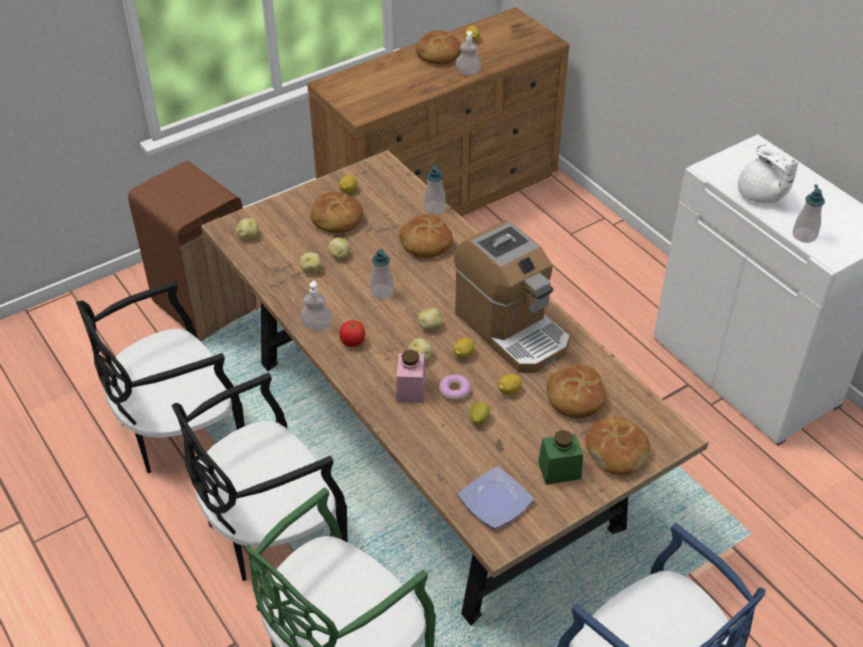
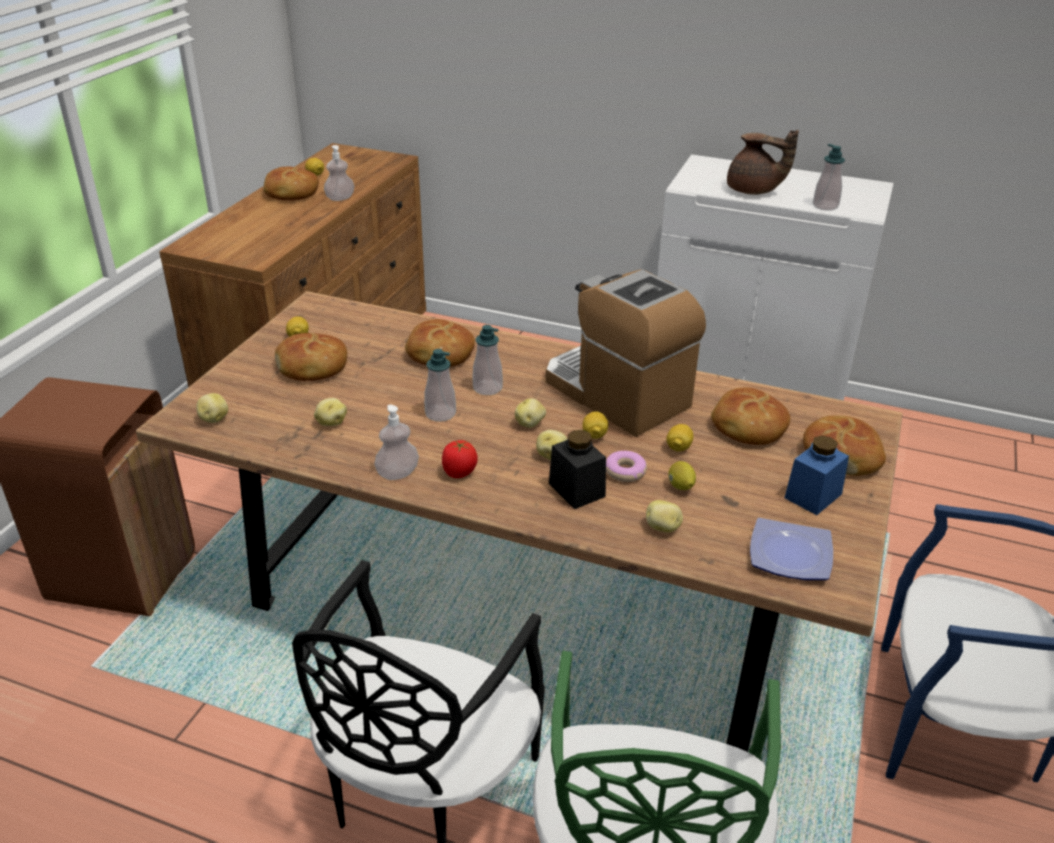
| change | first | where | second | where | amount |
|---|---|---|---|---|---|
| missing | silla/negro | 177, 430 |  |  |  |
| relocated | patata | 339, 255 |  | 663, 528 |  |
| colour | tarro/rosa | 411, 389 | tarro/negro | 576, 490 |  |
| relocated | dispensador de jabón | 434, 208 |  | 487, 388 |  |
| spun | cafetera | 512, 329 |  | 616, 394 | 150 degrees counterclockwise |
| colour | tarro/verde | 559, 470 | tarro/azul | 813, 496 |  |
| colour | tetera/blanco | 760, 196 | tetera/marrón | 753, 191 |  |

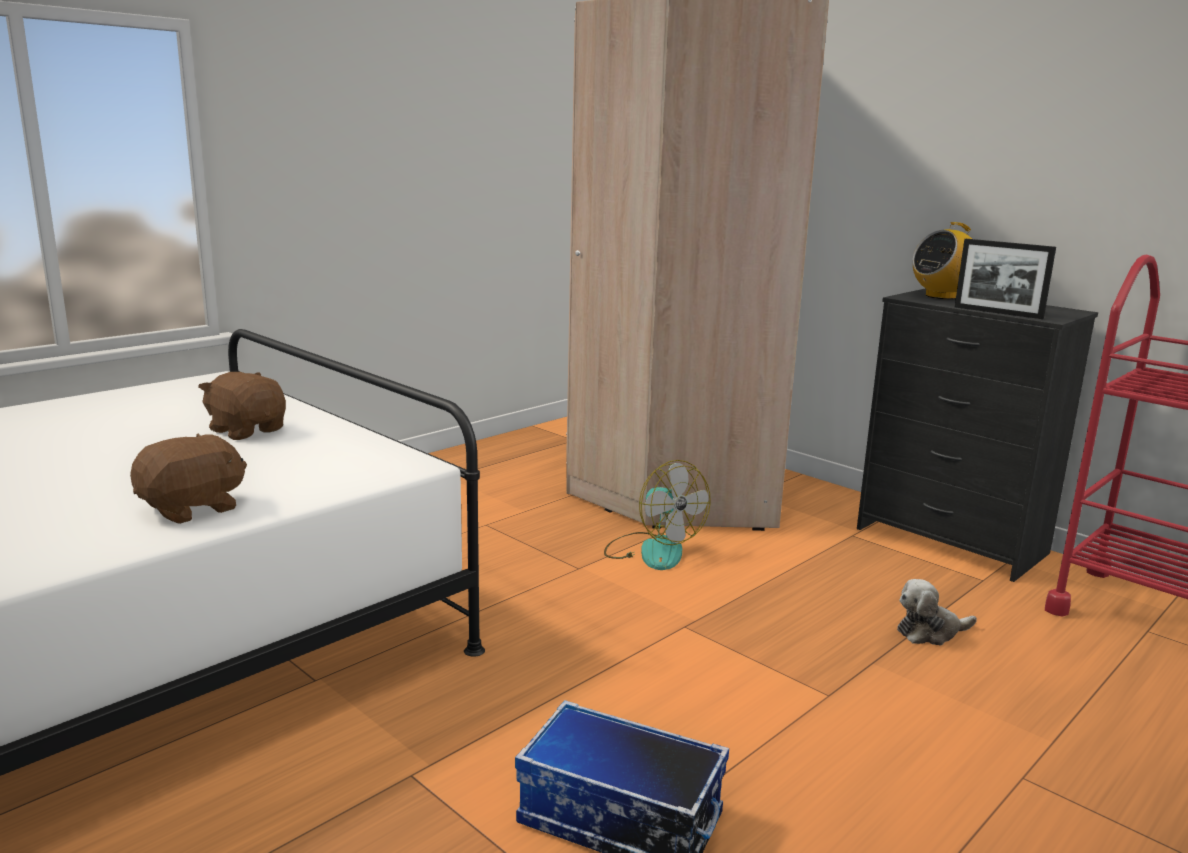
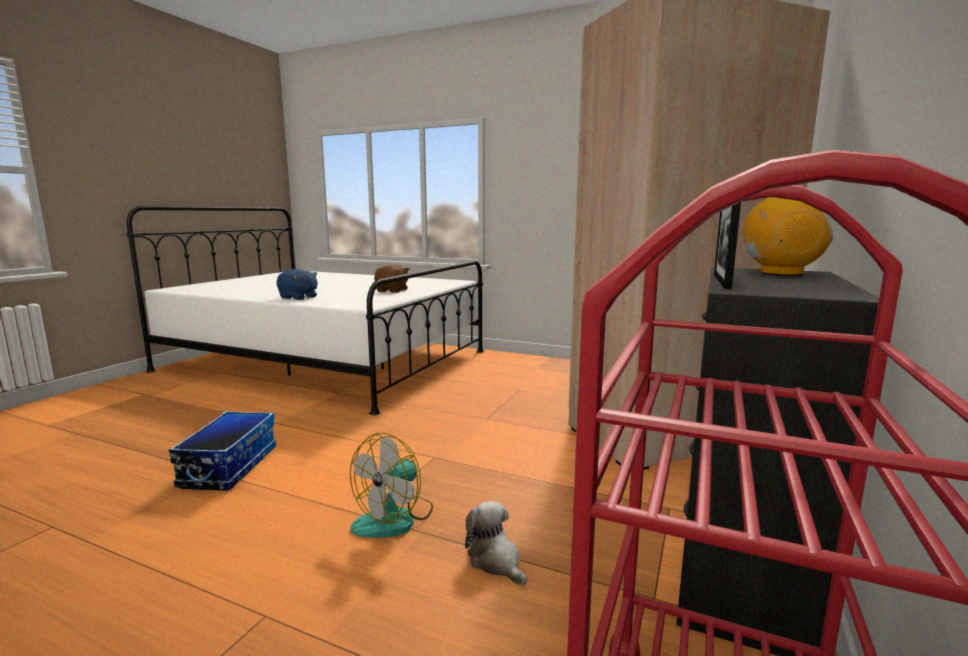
| change | first | where | second | where | amount |
|---|---|---|---|---|---|
| colour | peluche/marrón | 193, 509 | peluche/azul | 298, 297 |  |
| relocated | ventilador | 652, 550 |  | 394, 518 |  |
| spun | radio | 941, 296 |  | 780, 273 | 150 degrees clockwise |

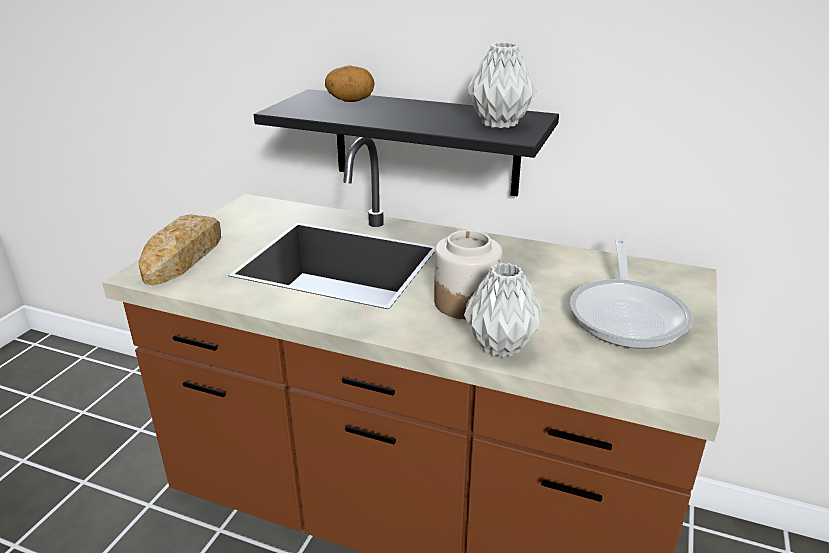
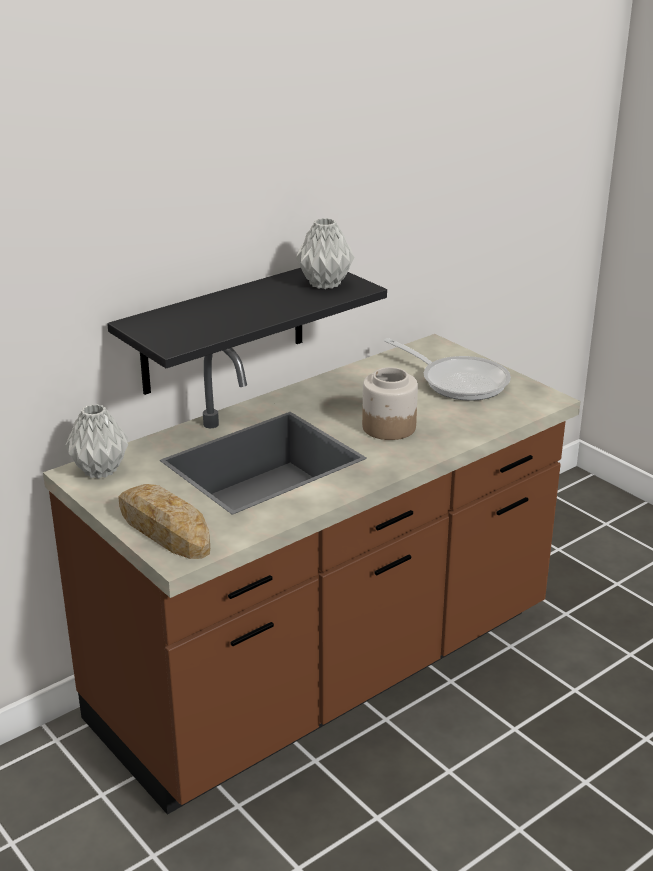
| change | first | where | second | where | amount |
|---|---|---|---|---|---|
| missing | patata | 350, 101 |  |  |  |
| relocated | florero/gris | 499, 346 |  | 100, 471 |  |

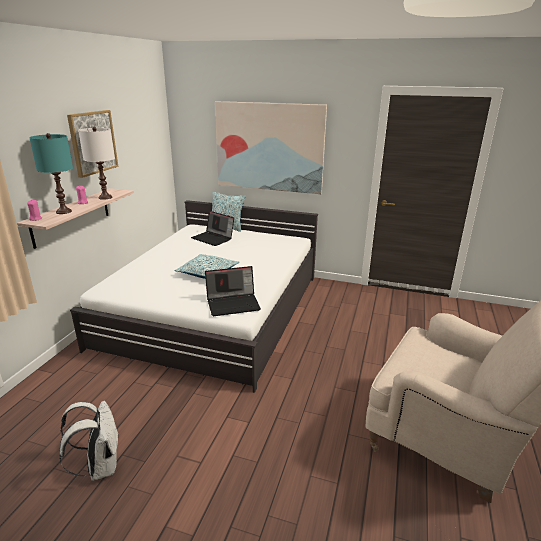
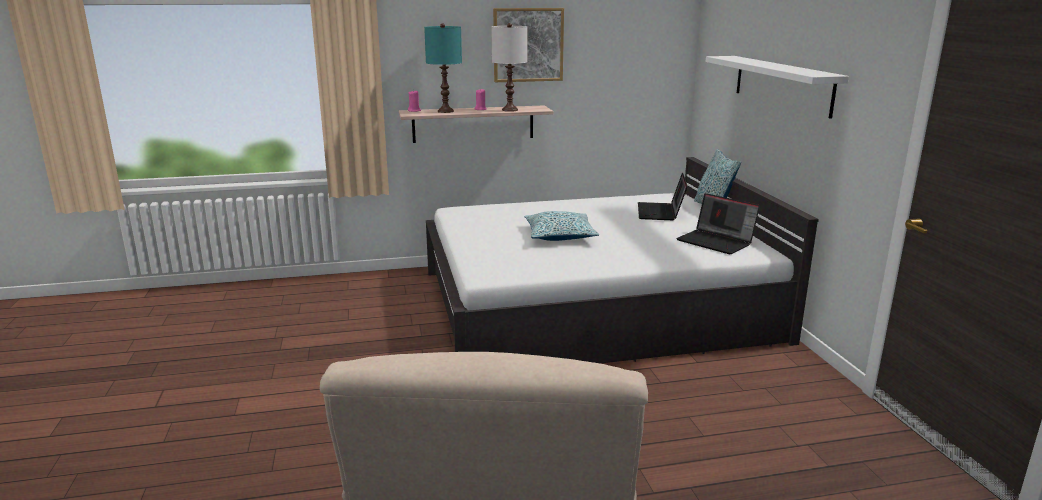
| change | first | where | second | where | amount |
|---|---|---|---|---|---|
| missing | mochila/blanco | 100, 466 |  |  |  |
| relocated | portátil | 233, 304 |  | 716, 242 |  |
| exchanged | cuadro | 269, 147 | estante/blanco | 782, 84 |  |

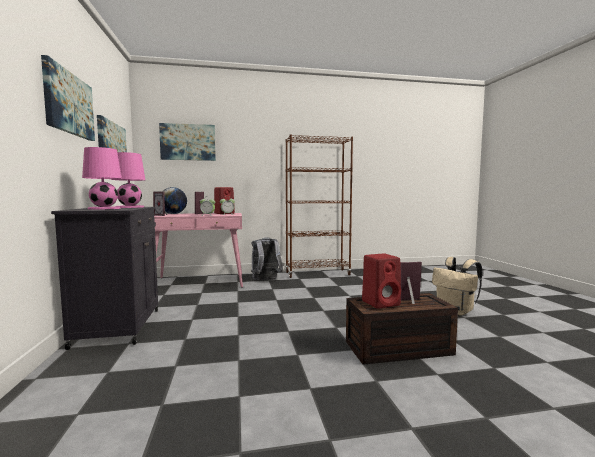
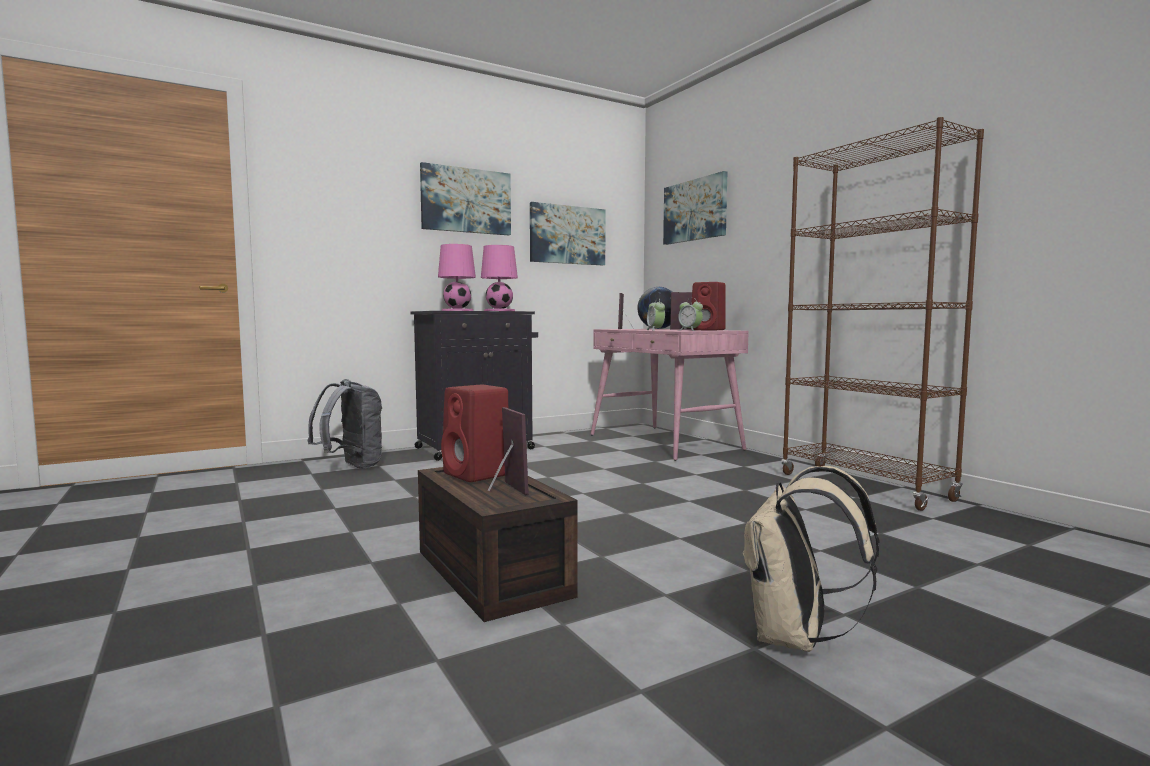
| change | first | where | second | where | amount |
|---|---|---|---|---|---|
| relocated | mochila/gris | 266, 280 |  | 351, 467 |  |

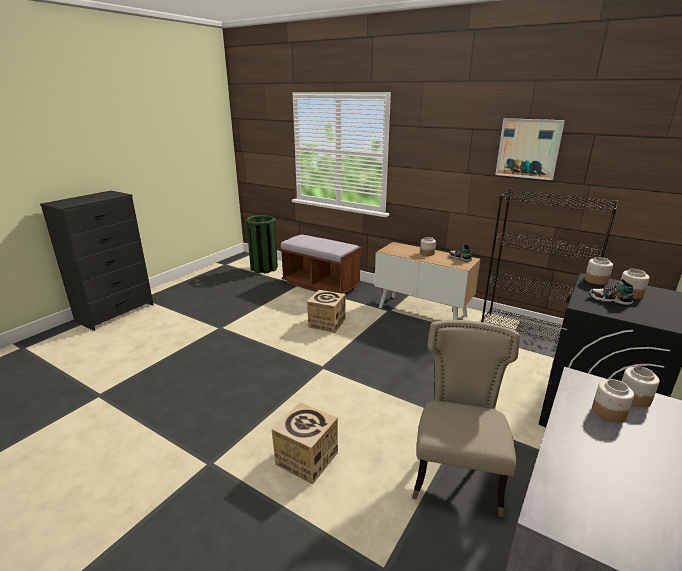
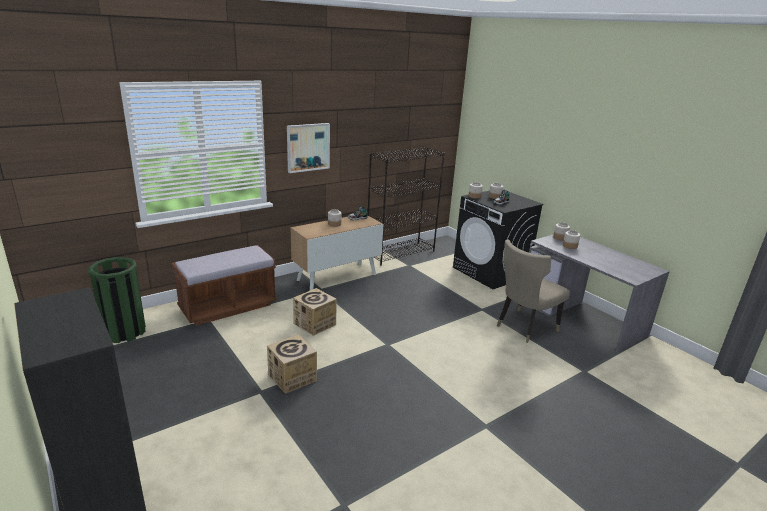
| change | first | where | second | where | amount |
|---|---|---|---|---|---|
| relocated | caja de cartón | 306, 458 |  | 292, 378 |  |
| spun | silla/beis | 457, 474 |  | 523, 327 | 75 degrees counterclockwise |
| relocated | cuadro | 528, 148 |  | 308, 147 |  |

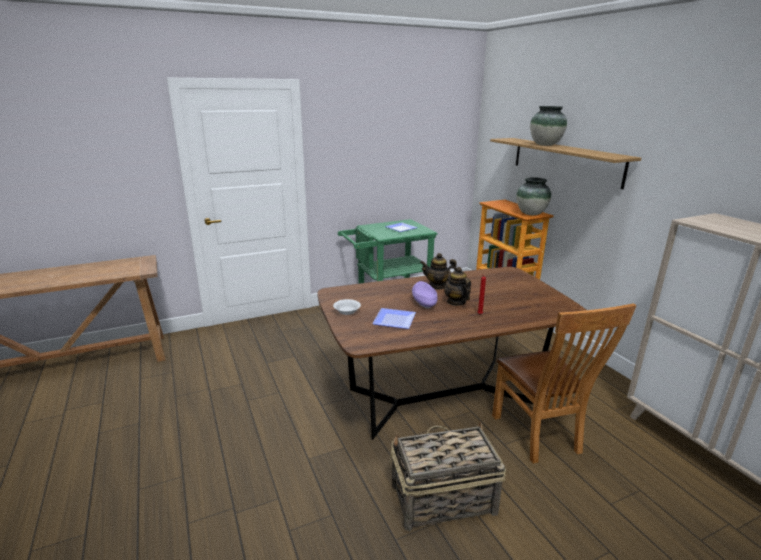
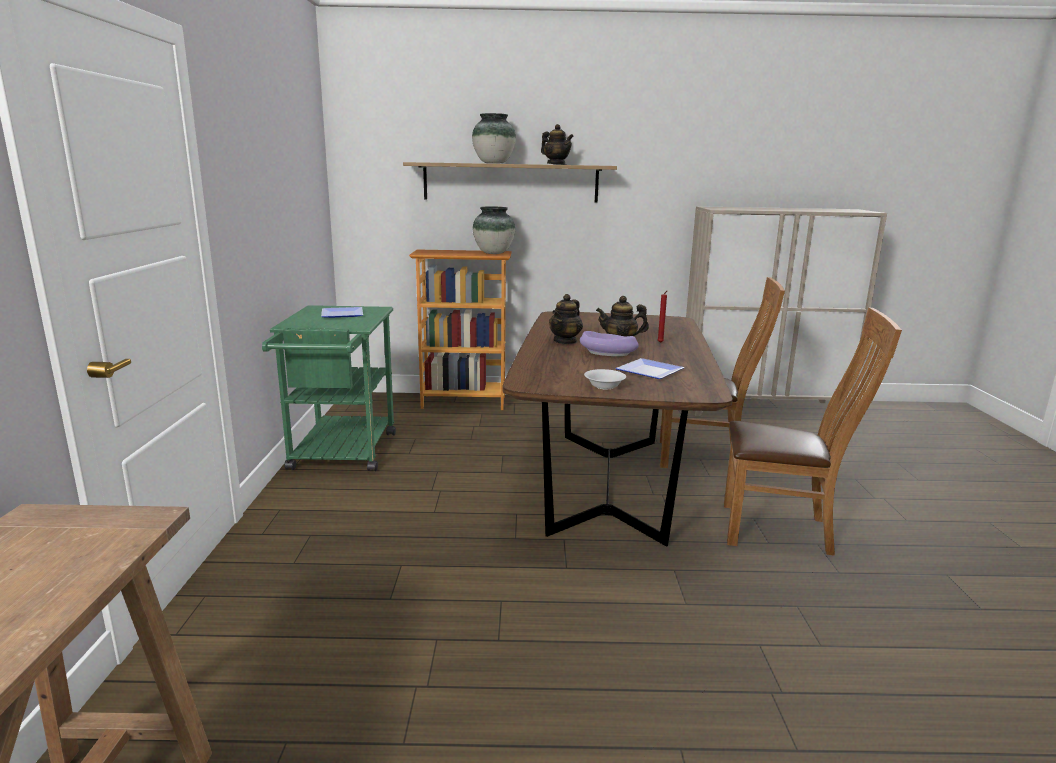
| change | first | where | second | where | amount |
|---|---|---|---|---|---|
| exchanged | cesta | 442, 499 | silla/marrón | 783, 530 |  |
| appeared |  |  | tetera | 556, 164 |  |

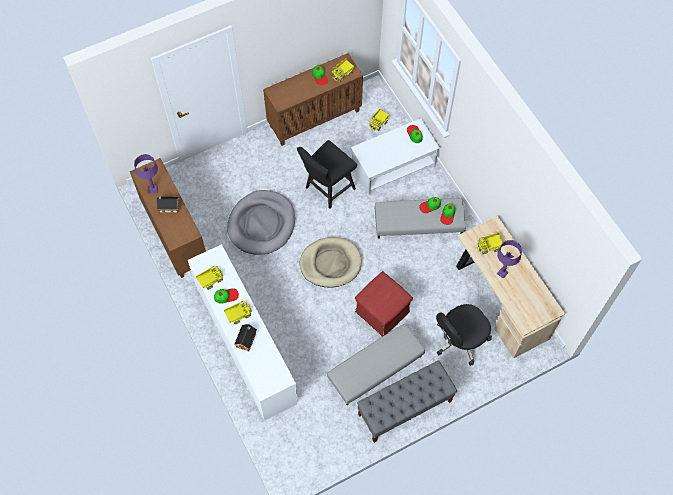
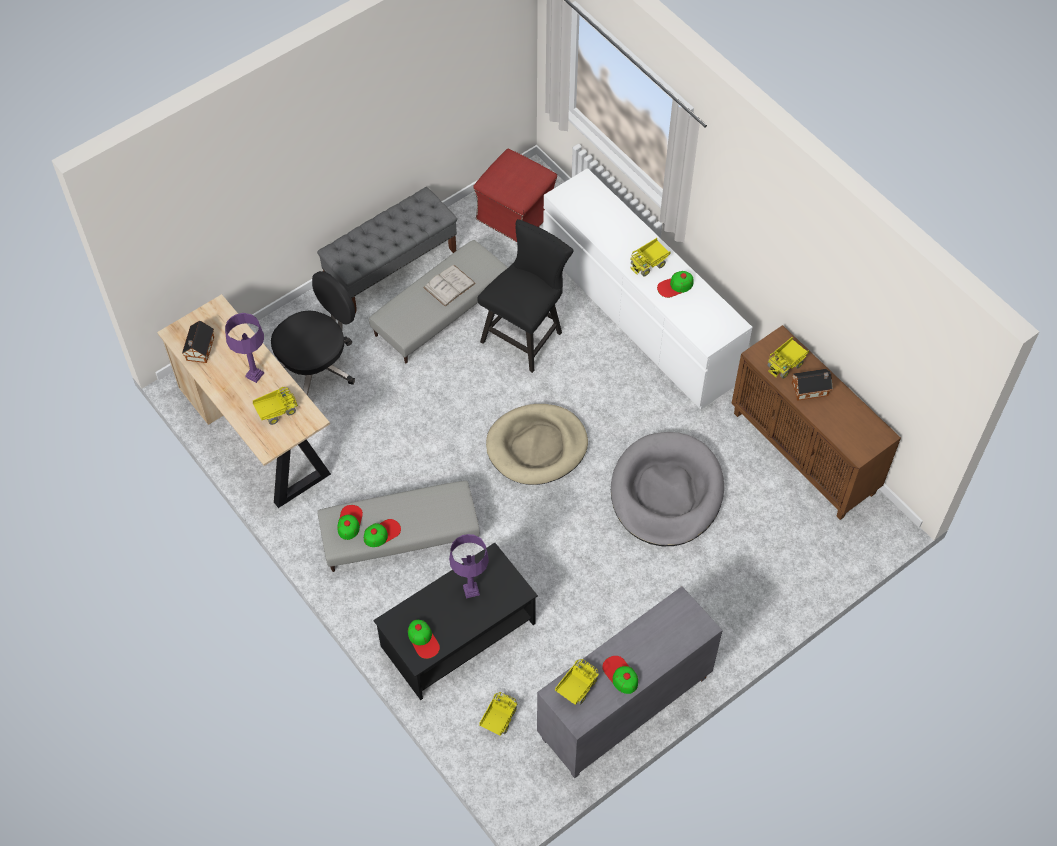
| change | first | where | second | where | amount |
|---|---|---|---|---|---|
| relocated | lámpara de mesa/morado | 153, 189 |  | 471, 590 |  |
| relocated | camión de juguete | 210, 280 |  | 786, 364 |  |
| relocated | casita | 246, 339 |  | 199, 350 |  |
| colour | armario/marrón | 314, 118 | armario/gris | 624, 710 |  |
| relocated | silla/negro | 327, 190 |  | 526, 334 |  |
| colour | mesa de centro/blanco | 393, 166 | mesa de centro/negro | 459, 634 |  |
| relocated | puf/rojo | 381, 311 |  | 516, 214 |  |
| appeared |  |  | libro/blanco | 449, 285 |  |

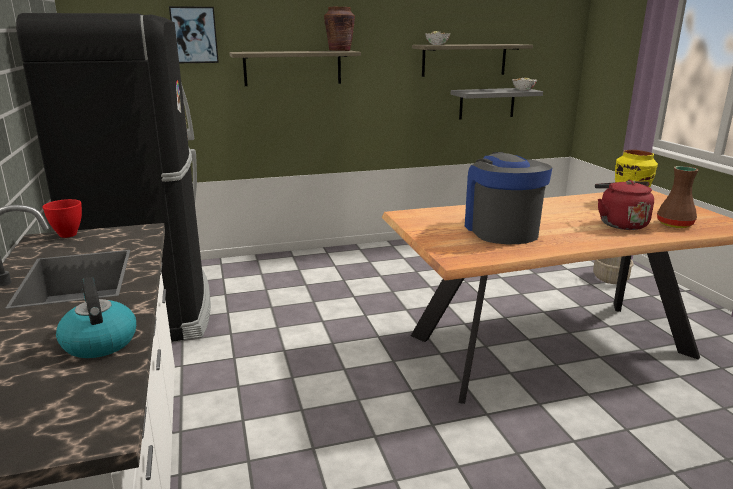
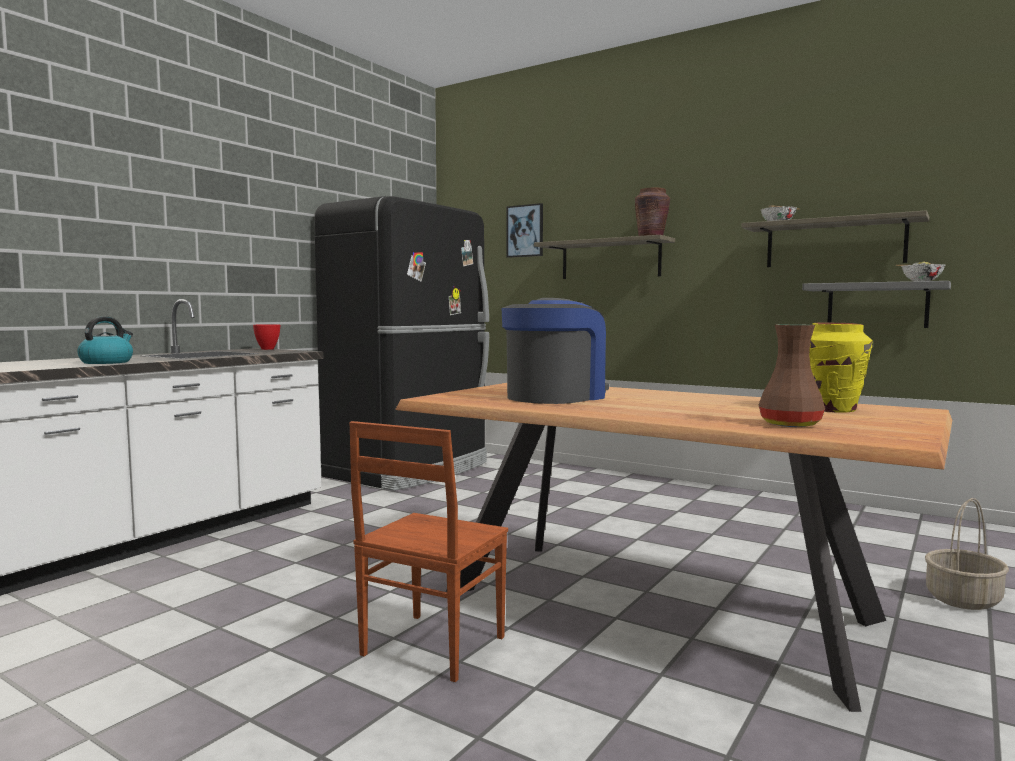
| change | first | where | second | where | amount |
|---|---|---|---|---|---|
| missing | hervidor/rojo | 620, 224 |  |  |  |
| appeared |  |  | silla/marrón | 430, 646 |  |

